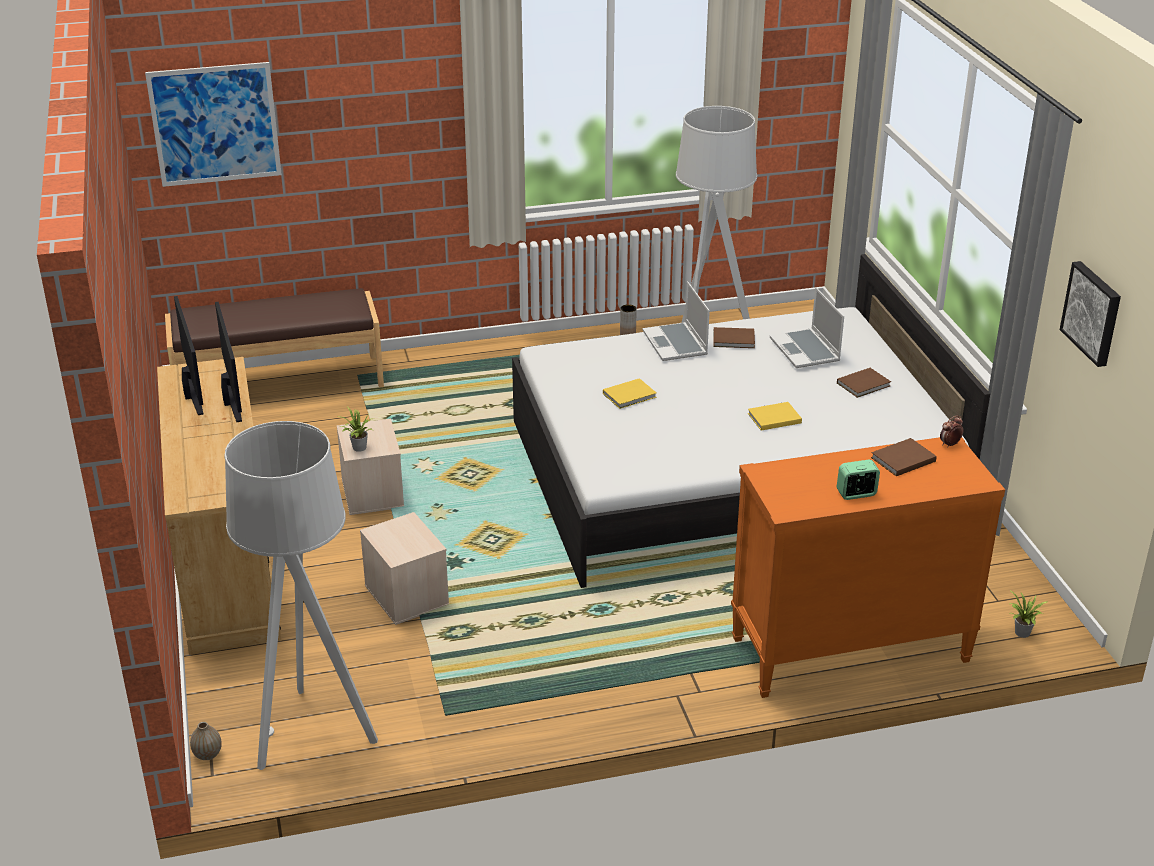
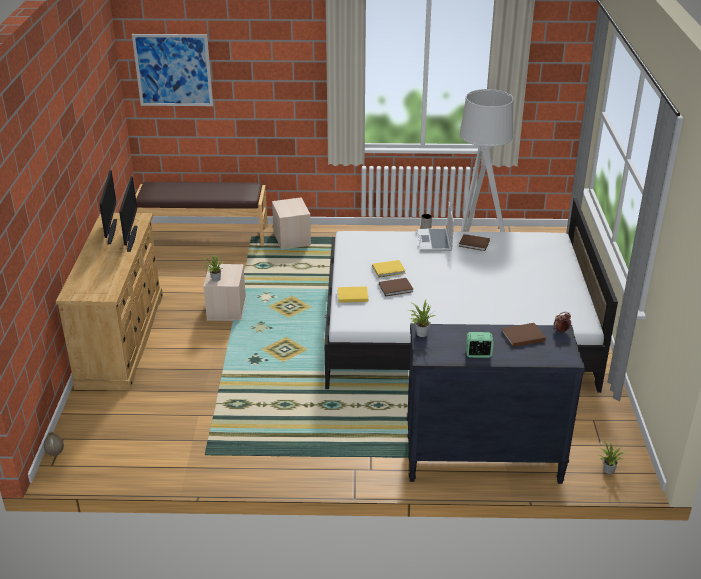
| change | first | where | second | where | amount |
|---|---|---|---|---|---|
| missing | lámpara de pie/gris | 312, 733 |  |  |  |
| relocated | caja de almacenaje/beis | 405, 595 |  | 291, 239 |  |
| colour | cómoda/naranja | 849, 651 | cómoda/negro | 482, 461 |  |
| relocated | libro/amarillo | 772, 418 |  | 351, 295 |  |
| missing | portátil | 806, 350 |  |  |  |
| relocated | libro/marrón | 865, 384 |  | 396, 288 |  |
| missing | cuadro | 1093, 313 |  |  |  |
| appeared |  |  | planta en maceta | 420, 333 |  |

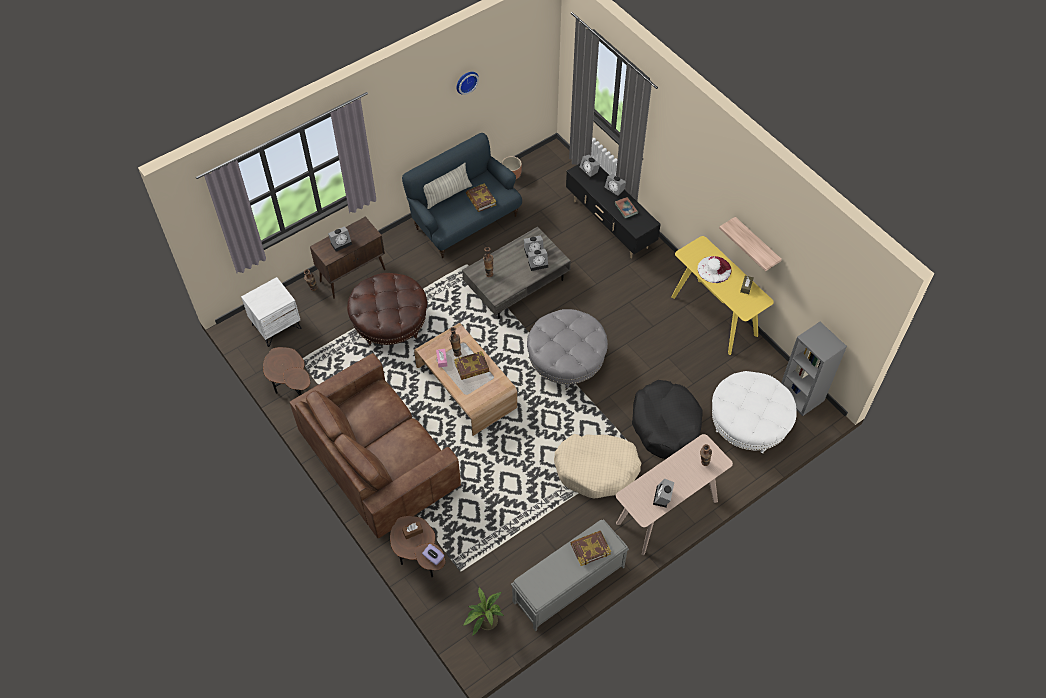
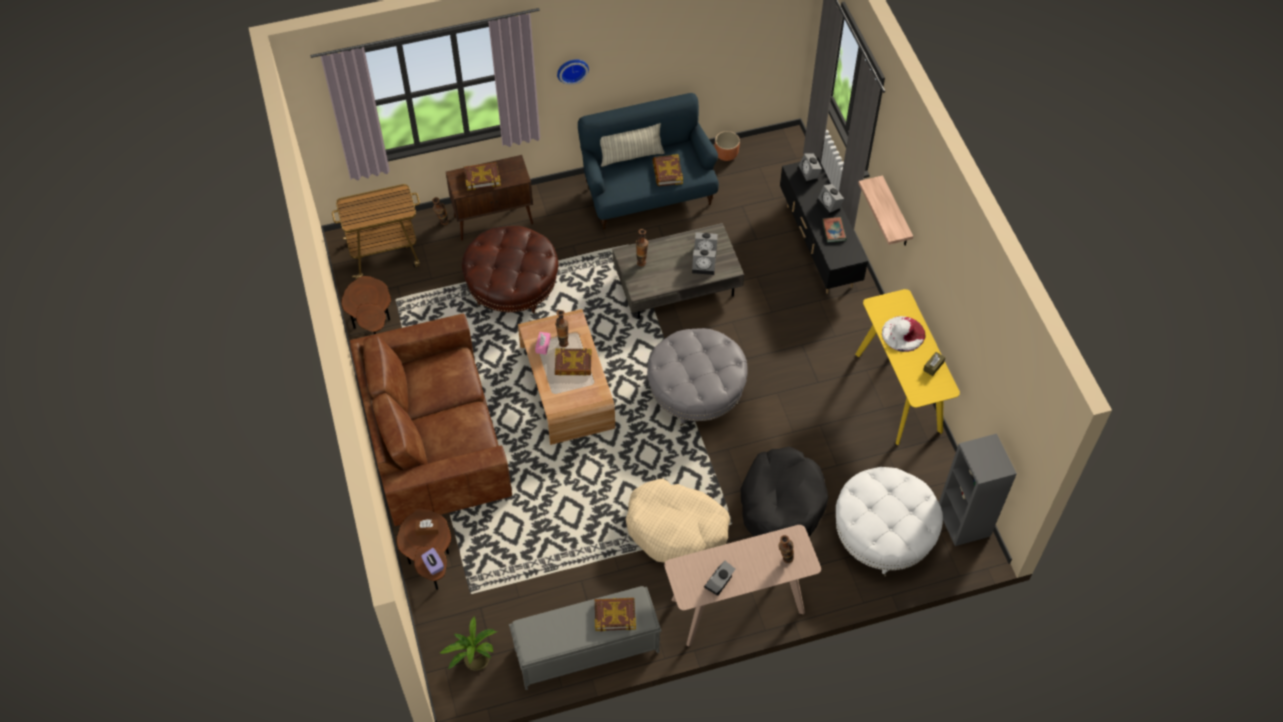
| change | first | where | second | where | amount |
|---|---|---|---|---|---|
| exchanged | mesita de noche/blanco | 276, 326 | carrito | 385, 253 |  |
| exchanged | despertador | 341, 243 | libro | 482, 177 |  |
| relocated | reloj de pared | 466, 81 |  | 572, 69 |  |
| relocated | estante | 756, 244 |  | 896, 214 |  |

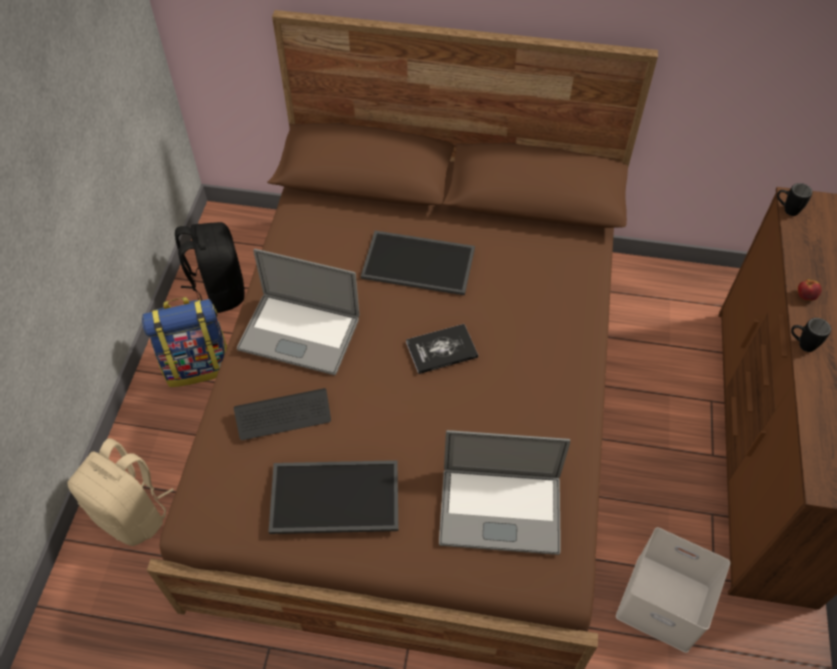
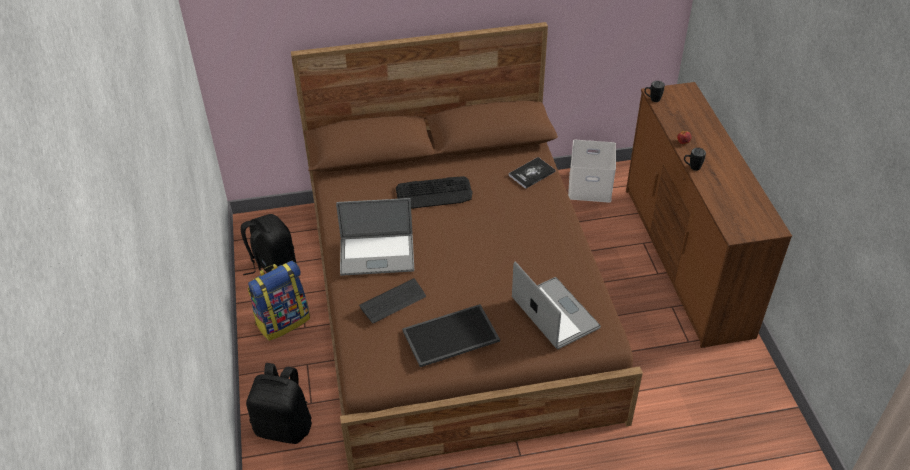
| change | first | where | second | where | amount |
|---|---|---|---|---|---|
| colour | mochila/beis | 133, 514 | mochila/negro | 284, 426 |  |
| exchanged | bandeja | 420, 262 | teclado | 434, 193 |  |
| relocated | libro | 441, 350 |  | 532, 173 |  |
| spun | portátil | 500, 510 |  | 555, 313 | 105 degrees counterclockwise |
| relocated | caja de almacenaje/blanco | 665, 601 |  | 591, 186 |  |

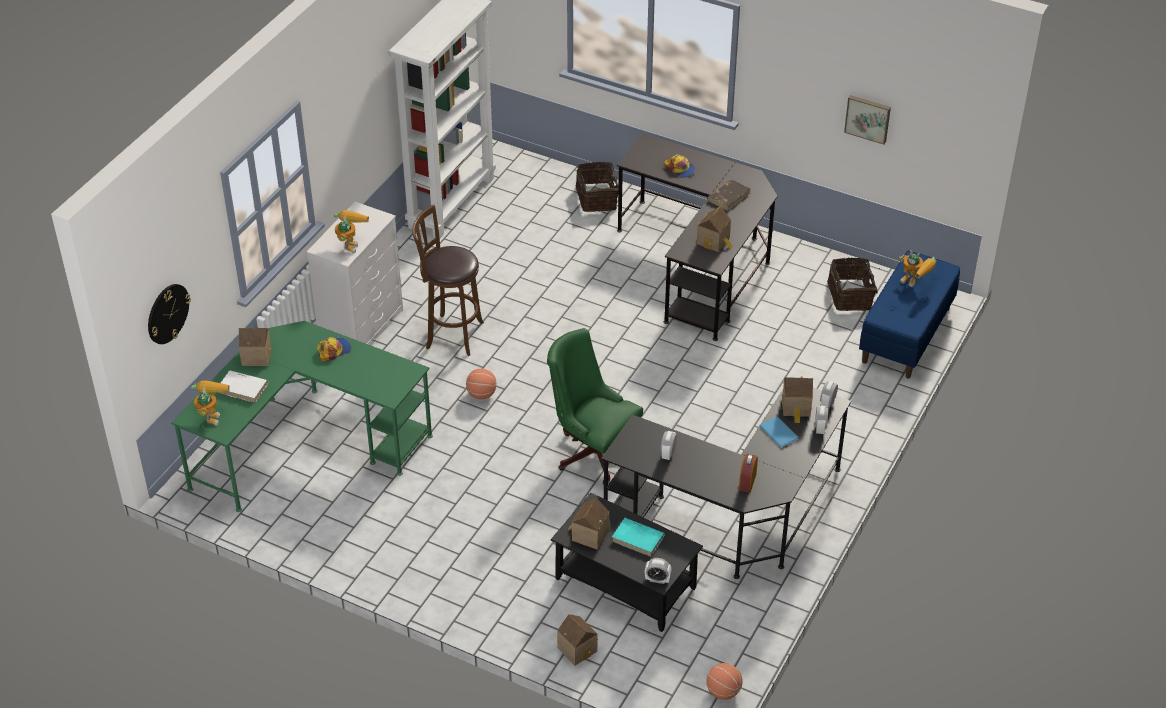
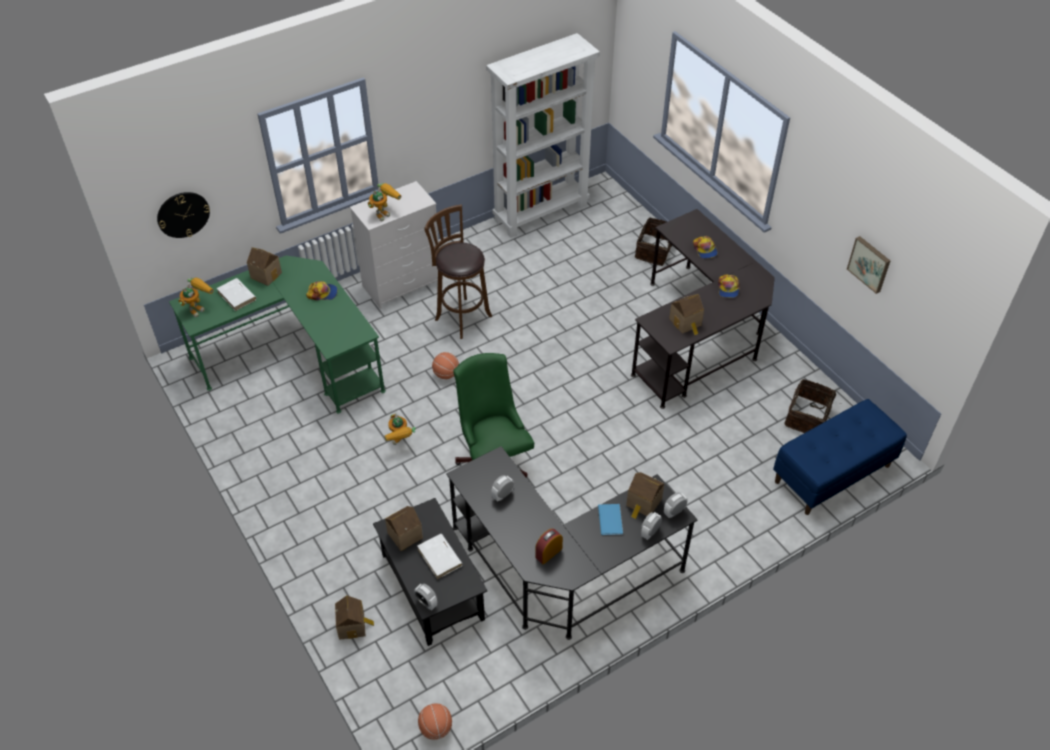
| change | first | where | second | where | amount |
|---|---|---|---|---|---|
| colour | libro/turquesa | 638, 539 | libro/blanco | 440, 557 |  |
| exchanged | libro/marrón | 728, 196 | gorra | 728, 289 |  |
| relocated | robot de juguete | 915, 283 |  | 400, 442 |  |

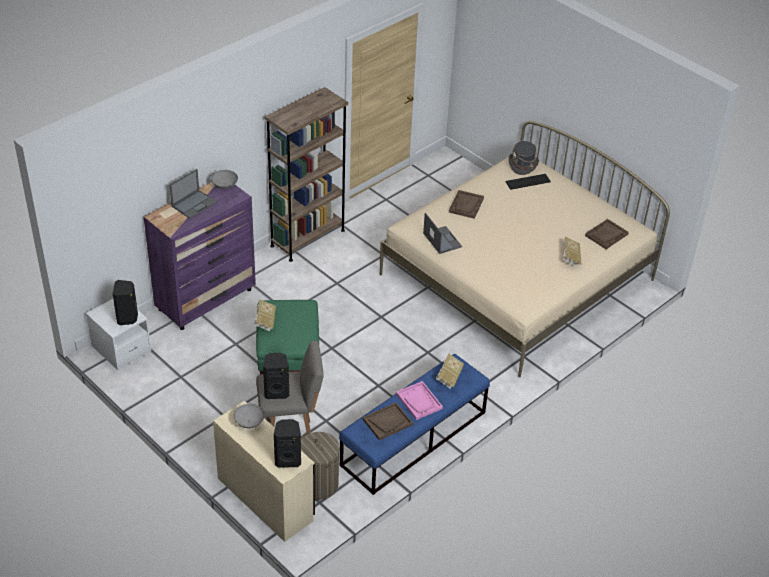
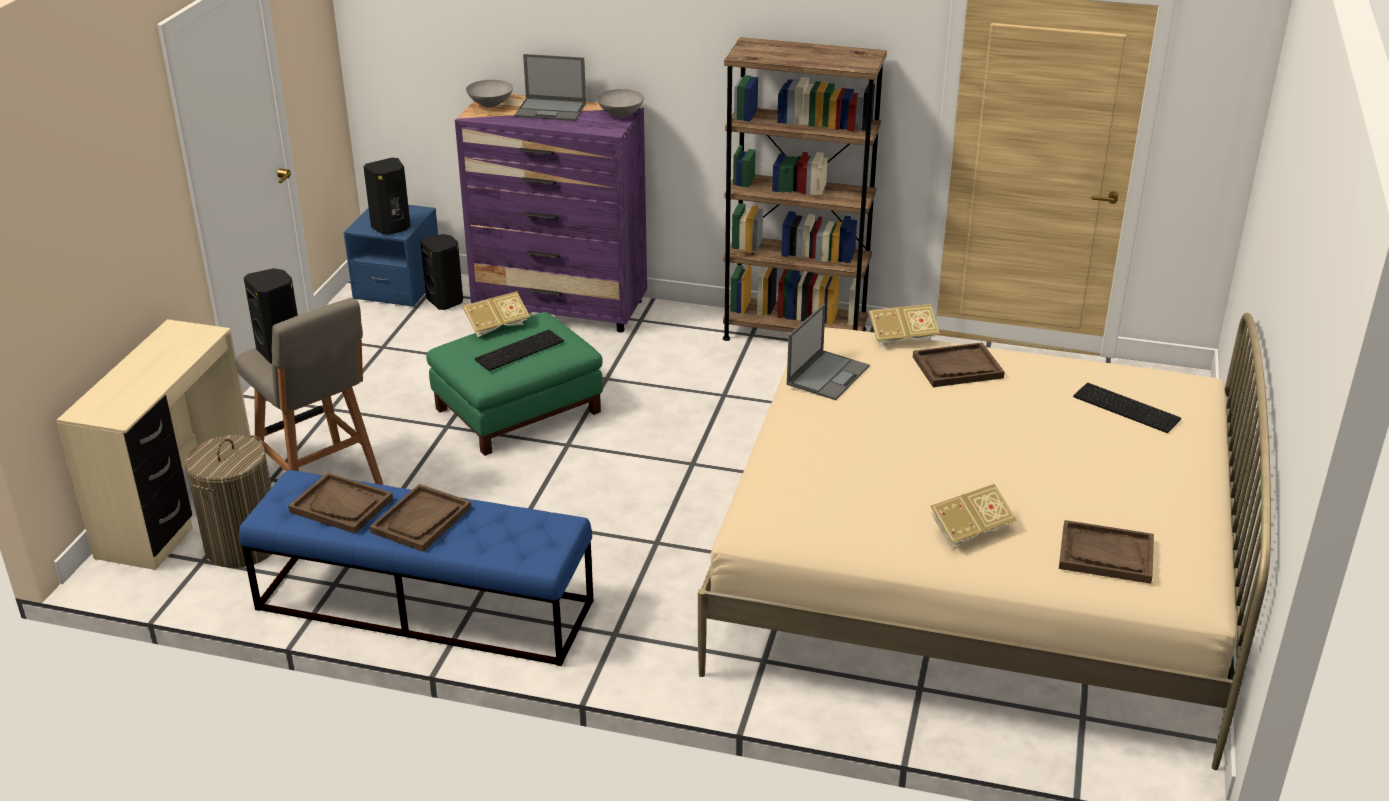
| change | first | where | second | where | amount |
|---|---|---|---|---|---|
| colour | mesita de noche/blanco | 121, 349 | mesita de noche/azul | 398, 287 |  |
| relocated | cuenco/gris | 249, 423 |  | 490, 104 |  |
| relocated | altavoz/negro | 288, 459 |  | 446, 301 |  |
| colour | bandeja/rosa | 419, 401 | bandeja/marrón | 421, 520 |  |
| relocated | libro | 449, 377 |  | 902, 338 |  |
| missing | sombrero/gris | 523, 164 |  |  |  |
| appeared |  |  | teclado | 519, 349 |  |

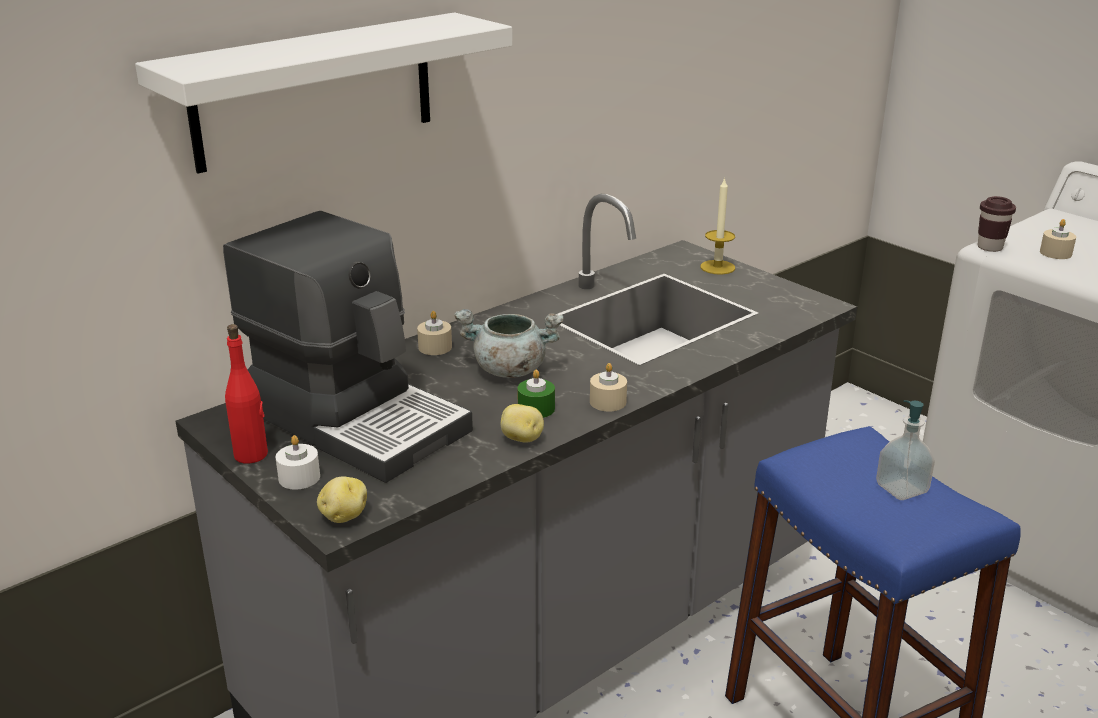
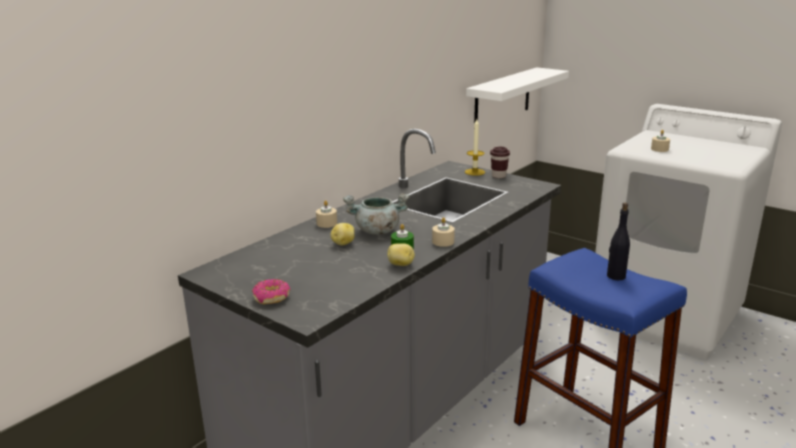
| change | first | where | second | where | amount |
|---|---|---|---|---|---|
| relocated | estante/blanco | 315, 91 |  | 502, 98 |  |
| missing | cafetera | 358, 419 |  |  |  |
| missing | botella/rojo | 251, 455 |  |  |  |
| exchanged | vela/blanco | 299, 477 | rosquilla | 272, 297 |  |
| relocated | patata | 343, 516 |  | 343, 243 |  |
| exchanged | dispensador de jabón | 901, 489 | botella/negro | 615, 276 |  |
| relocated | taza/marrón | 989, 247 |  | 498, 176 |  |

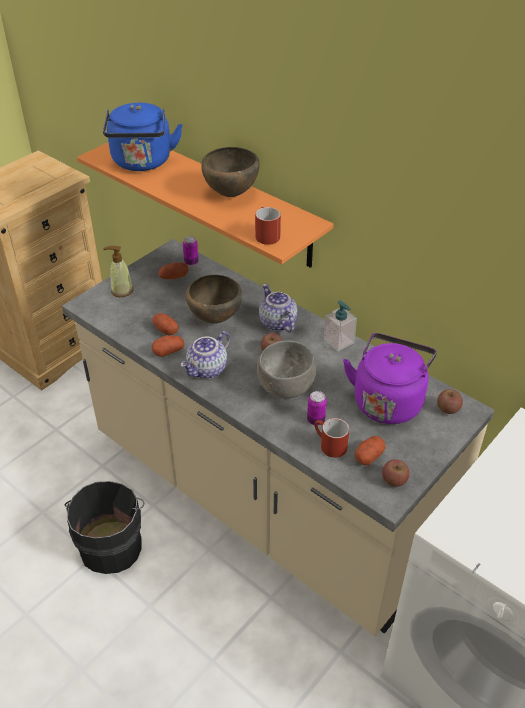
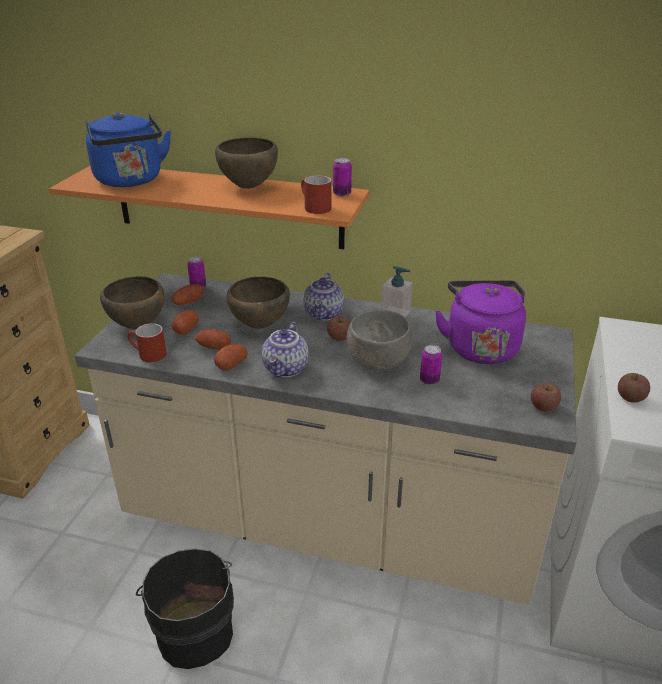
| change | first | where | second | where | amount |
|---|---|---|---|---|---|
| exchanged | dispensador de jabón | 122, 291 | cuenco/marrón | 138, 326 |  |
| spun | tetera | 276, 323 |  | 325, 314 | 120 degrees counterclockwise |
| relocated | taza grande/rojo | 328, 445 |  | 147, 355 |  |
| relocated | patata | 369, 456 |  | 186, 329 |  |
| relocated | manzana | 448, 409 |  | 630, 398 |  |
| appeared |  |  | lata | 342, 194 |  |

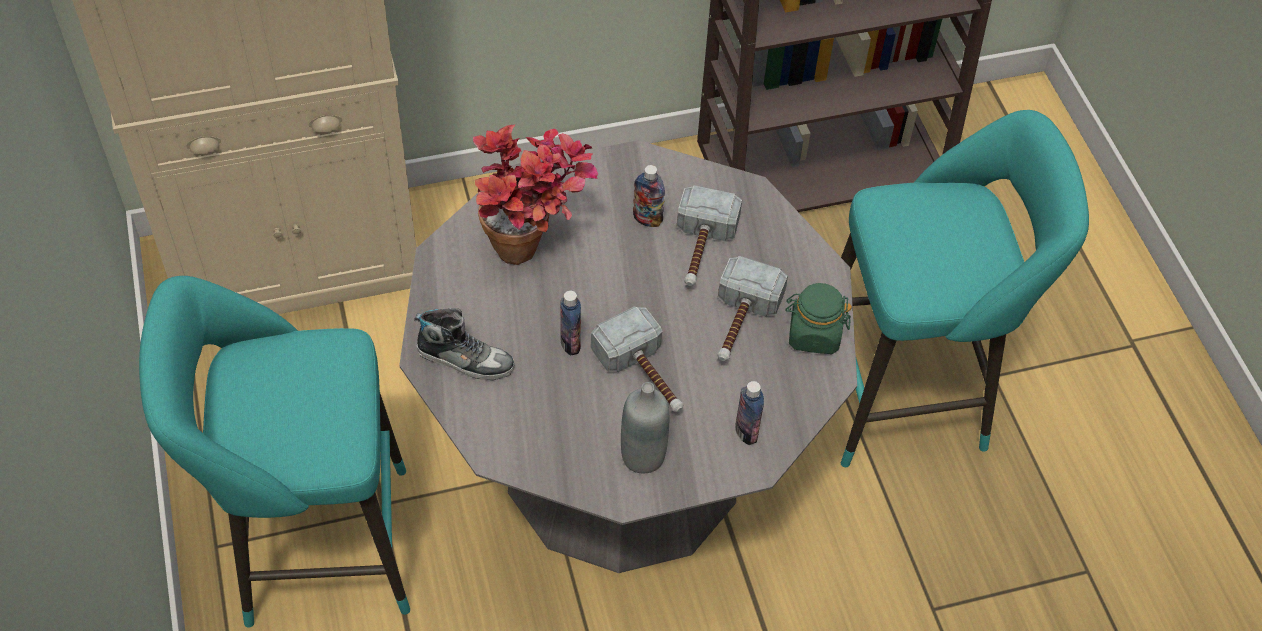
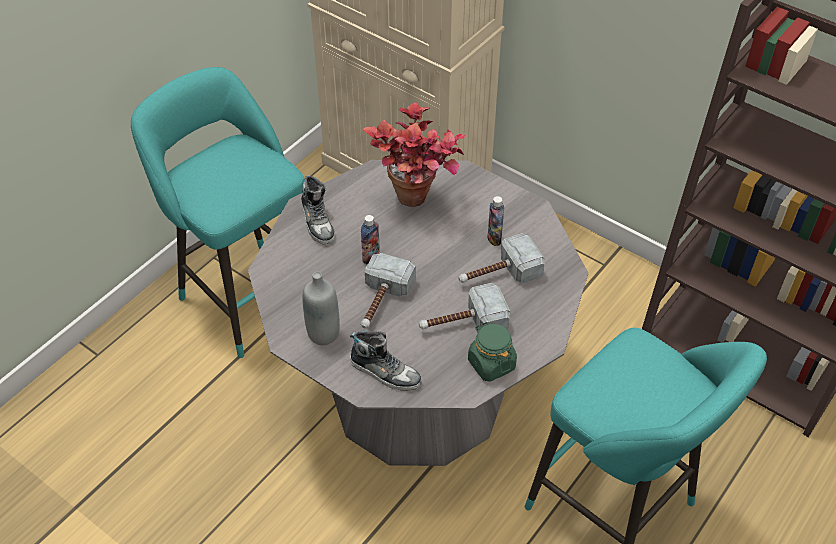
| change | first | where | second | where | amount |
|---|---|---|---|---|---|
| exchanged | botella | 746, 432 | zapato | 385, 372 |  |

